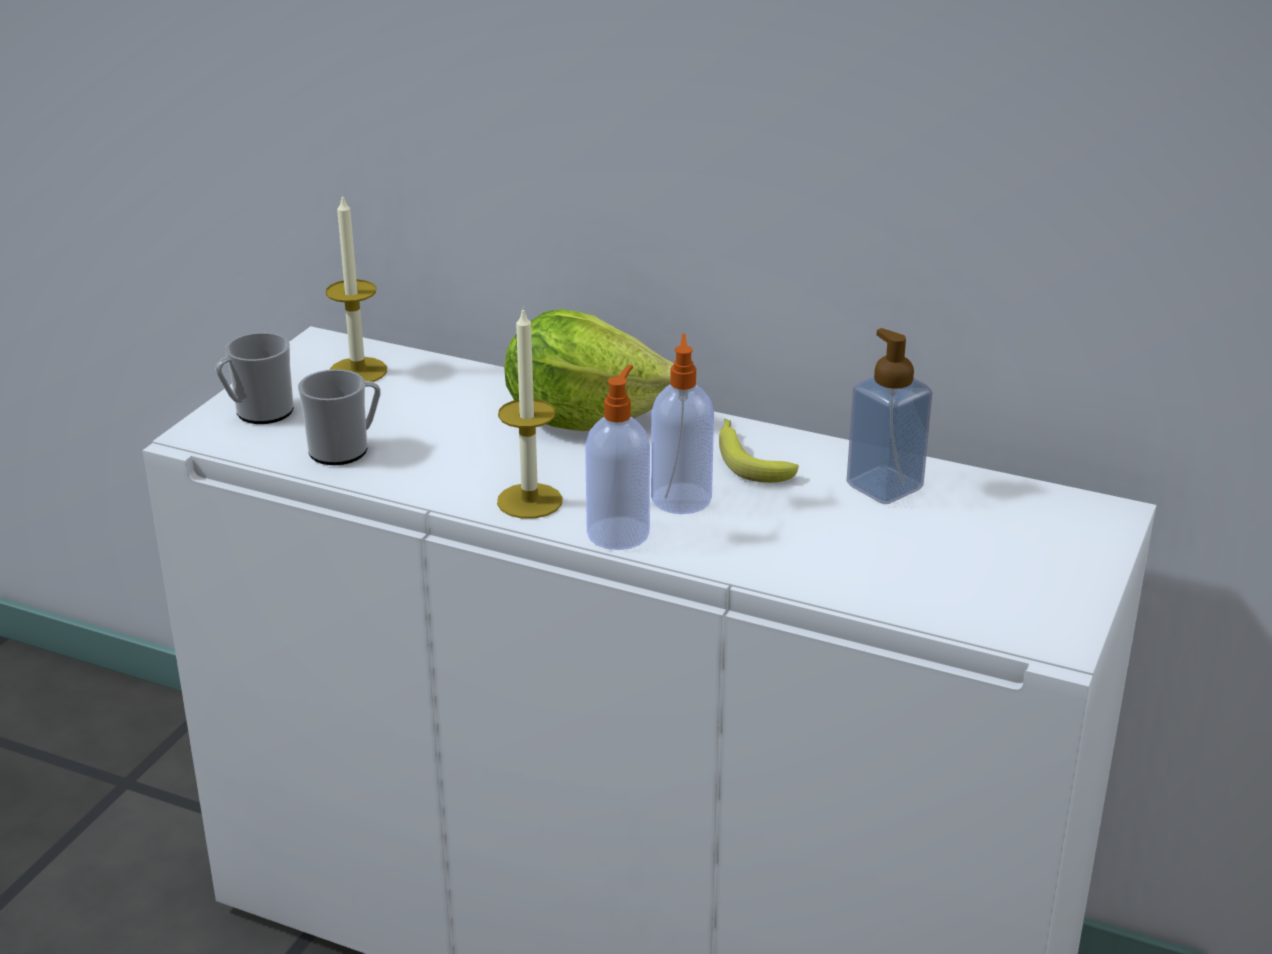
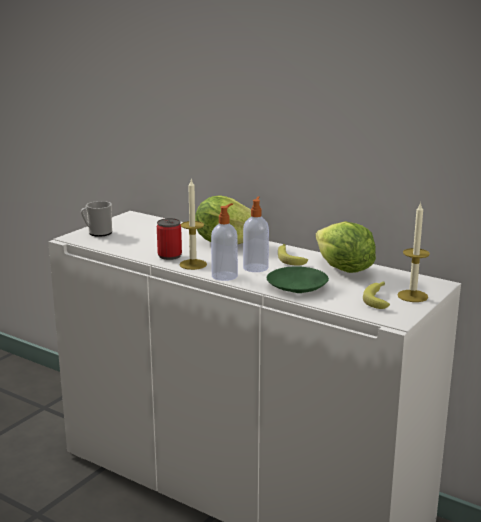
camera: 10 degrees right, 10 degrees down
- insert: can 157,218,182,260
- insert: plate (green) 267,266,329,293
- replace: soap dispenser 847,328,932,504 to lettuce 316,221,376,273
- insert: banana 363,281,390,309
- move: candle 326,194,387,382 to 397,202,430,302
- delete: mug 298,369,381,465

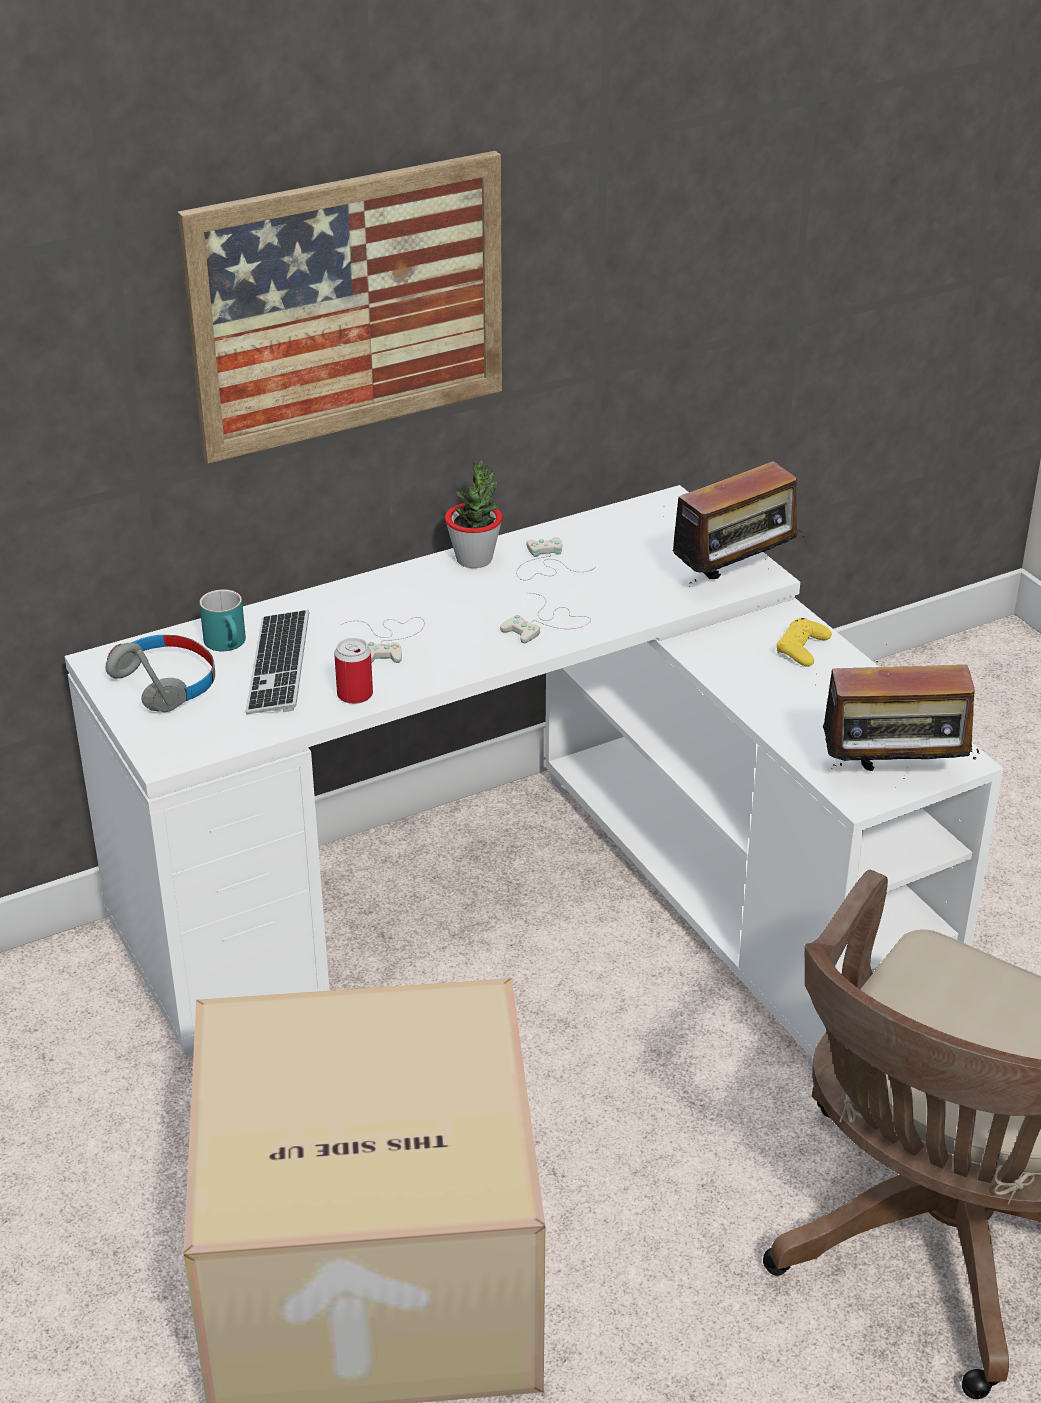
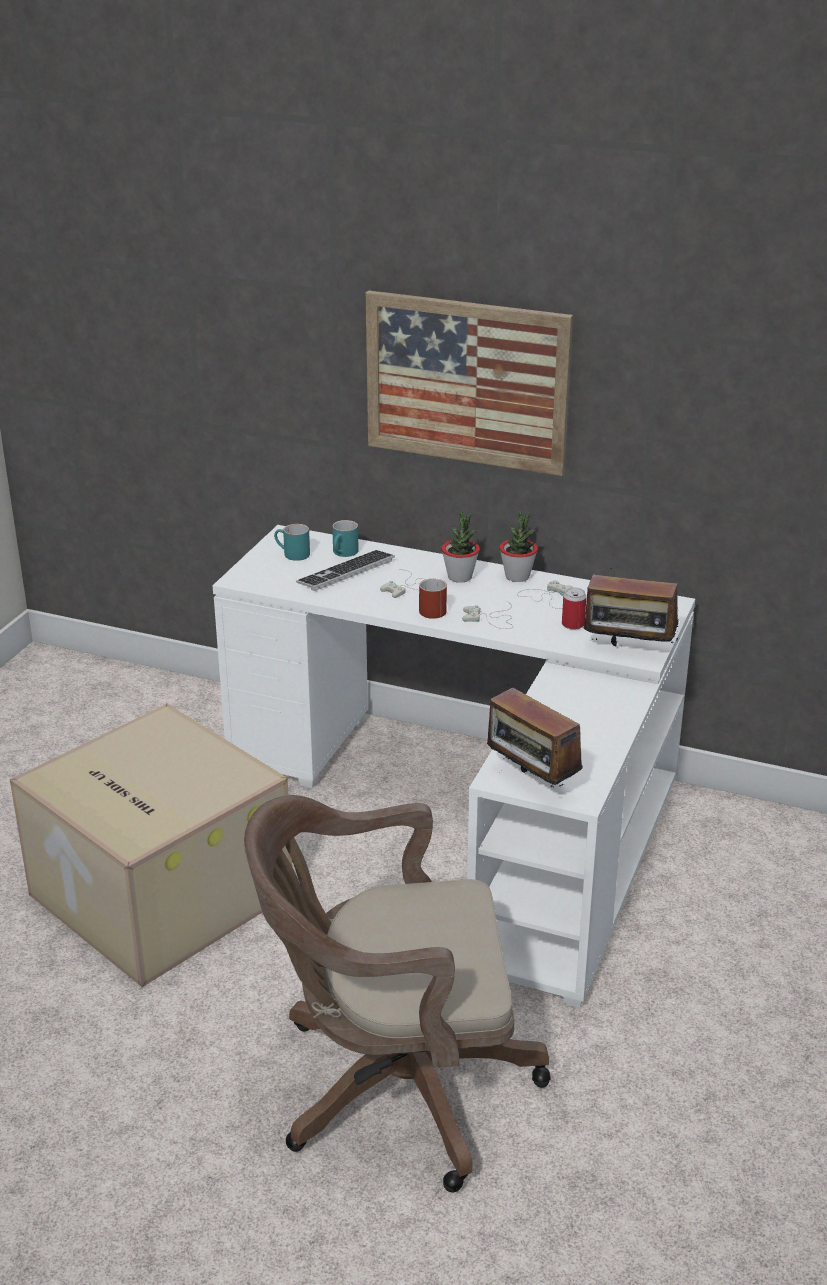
camera: 50 degrees right, 5 degrees down
- replace: headphones (grey) 105,635,215,712 to mug (turquoise) 274,524,310,561
- insert: mug (red) 419,579,447,619
- insert: potted plant 441,511,480,583
- move: can 334,638,373,704 to 562,587,587,629
- delete: game controller (yellow) 776,618,832,667

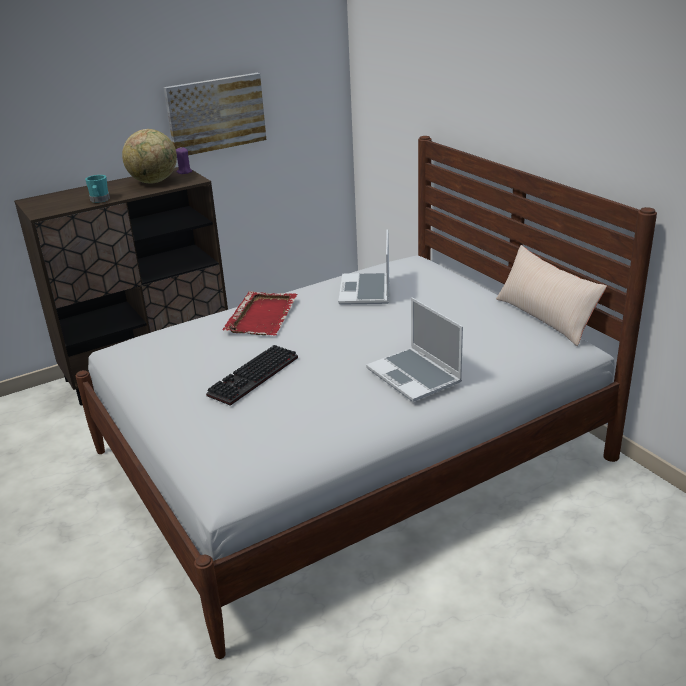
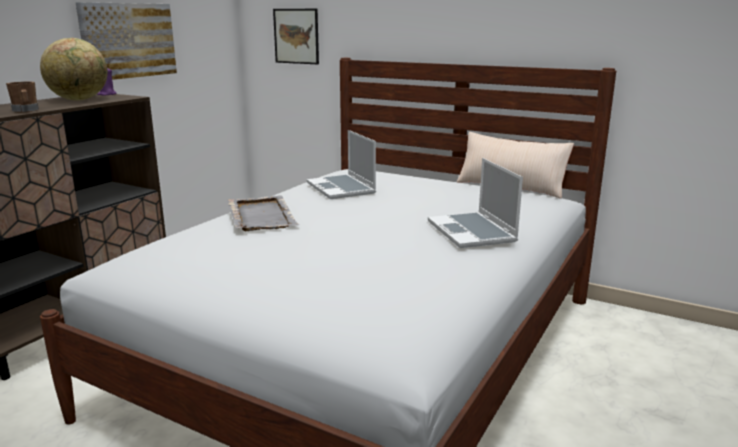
camera: 30 degrees left, 10 degrees down
- recolor: mug (turquoise) 85,175,110,203 to mug (brown) 6,82,39,112
- recolor: tray (red) 223,291,297,336 to tray (grey) 227,195,299,231
- insert: picture 273,9,319,64
- rotate: laptop 366,298,463,402 = 428,158,523,248 45 degrees clockwise
- delete: keyboard 206,345,298,406

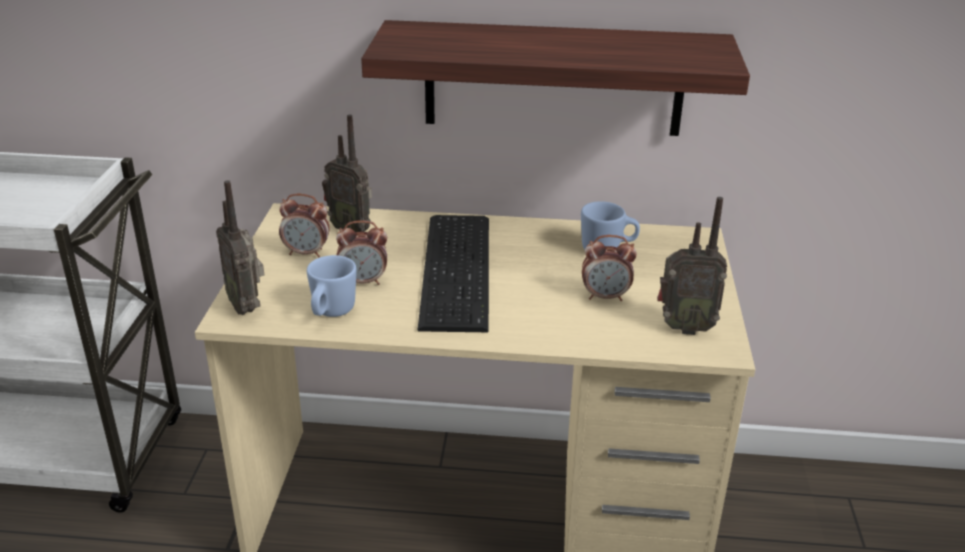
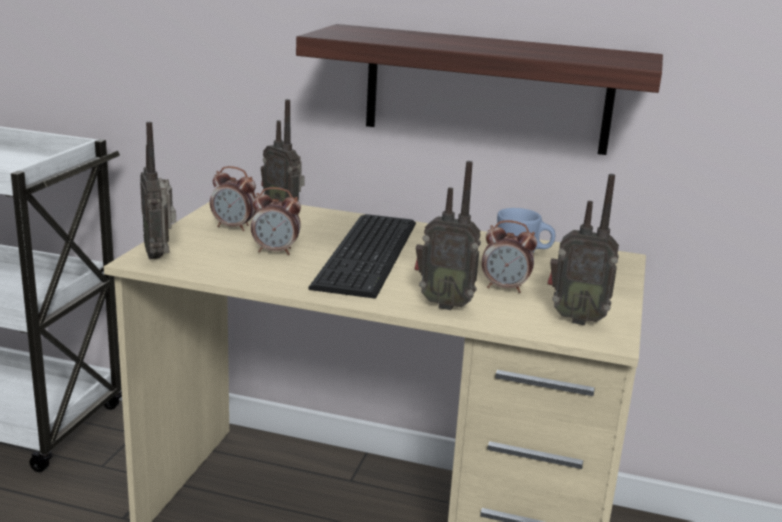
camera: 10 degrees right, 10 degrees down
- insert: radio 415,161,481,310
- delete: mug (blue) 307,255,357,317

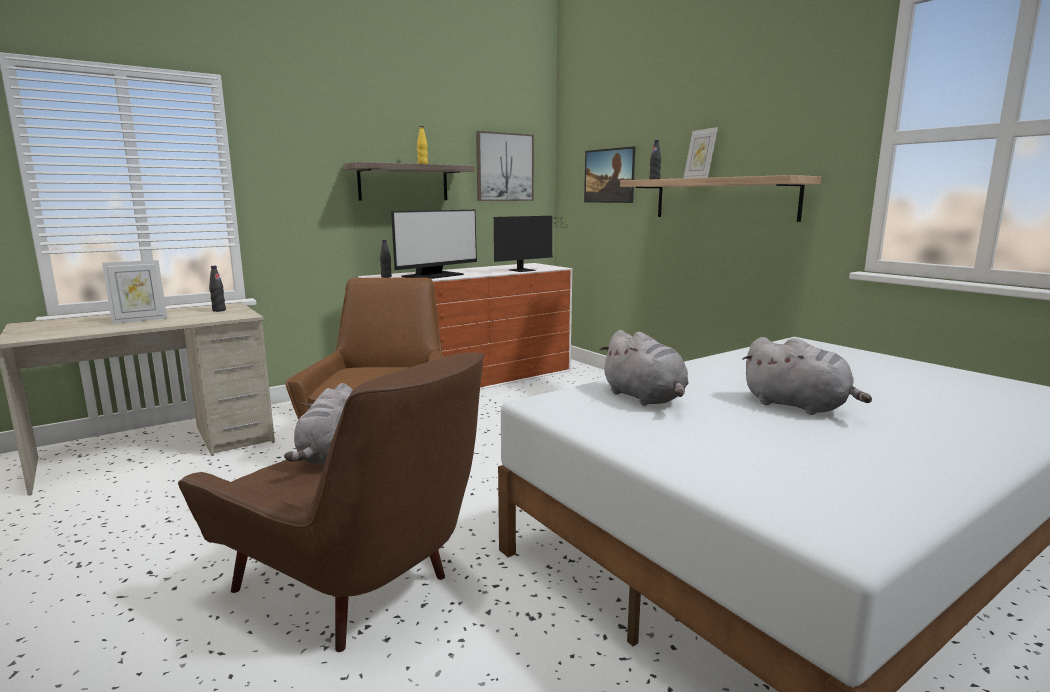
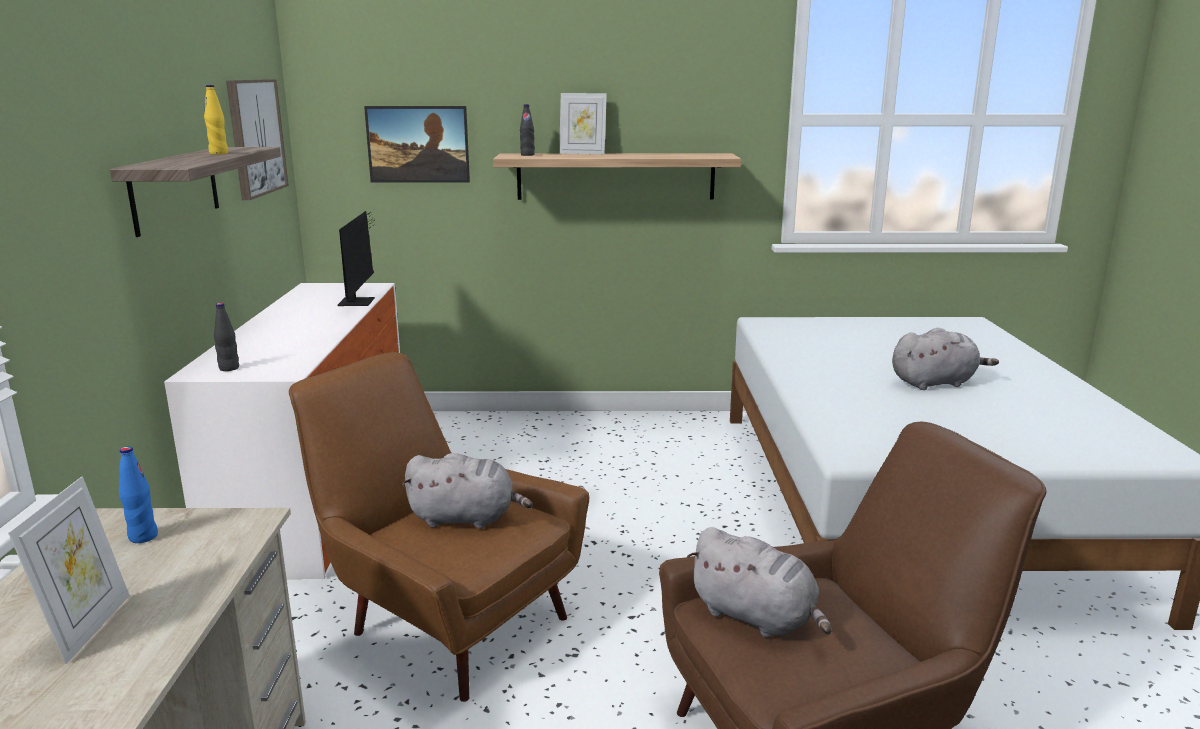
camera: 55 degrees left, 5 degrees up
- recolor: bottle (black) 209,266,226,312 to bottle (blue) 119,446,158,543
- move: plush toy (grey) 600,330,689,406 to 402,453,533,529
- delete: monitor 391,210,477,279

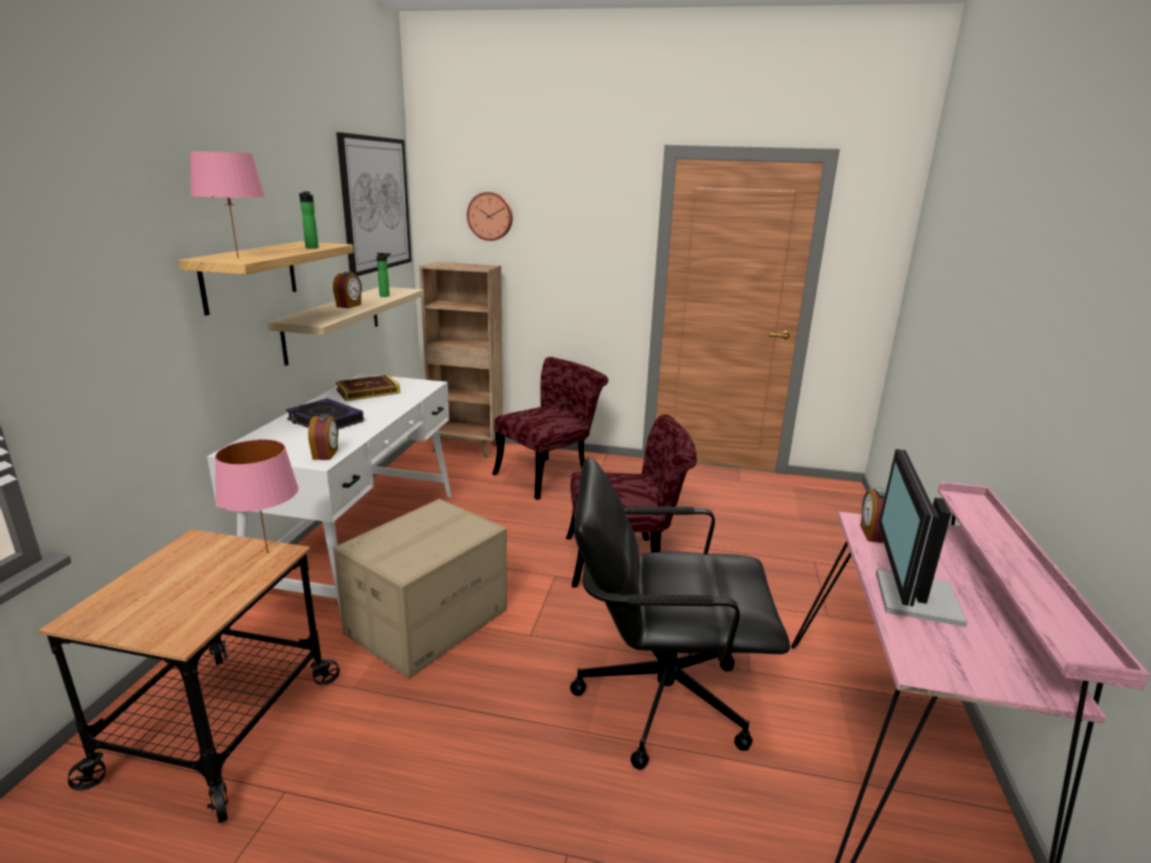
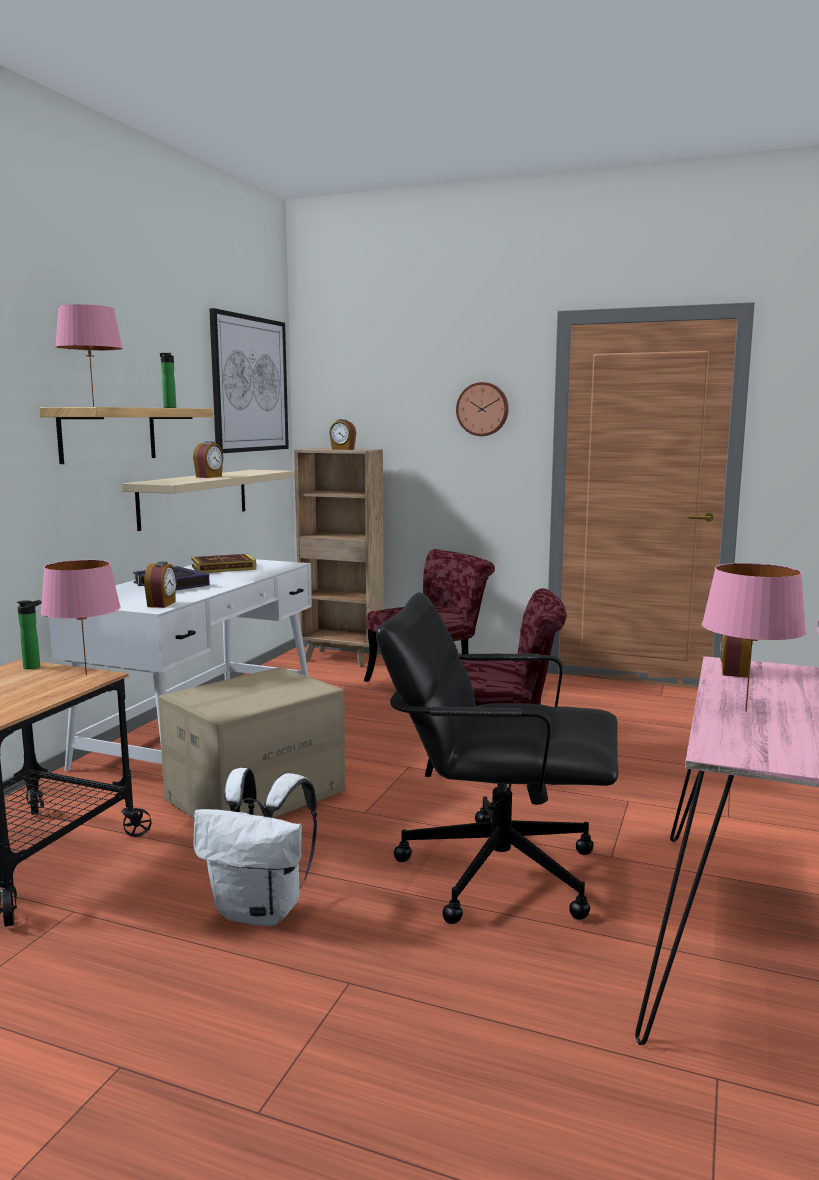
camera: 10 degrees right, 10 degrees down
- move: bottle 376,253,391,297 to 17,600,42,669
- insert: backpack (white) 194,768,317,926
- insert: alarm clock 329,419,356,450
- move: wall clock 467,192,513,241 to 456,382,509,436
- replace: monitor 876,449,967,627 to table lamp (pink) 702,563,806,712

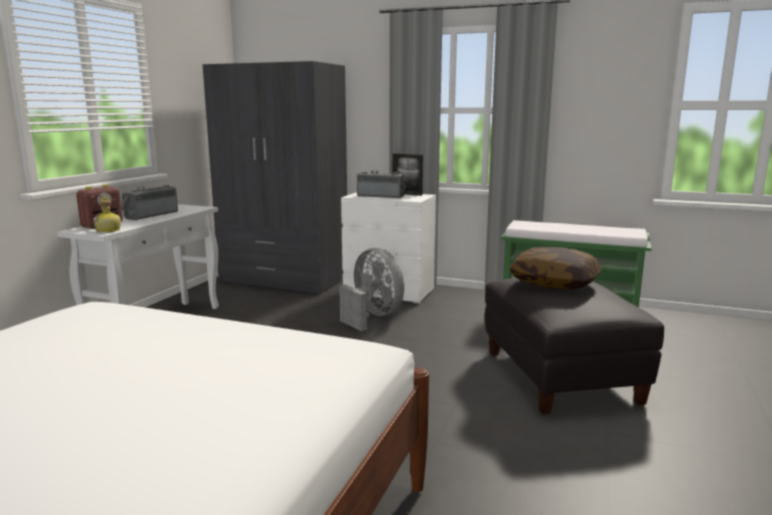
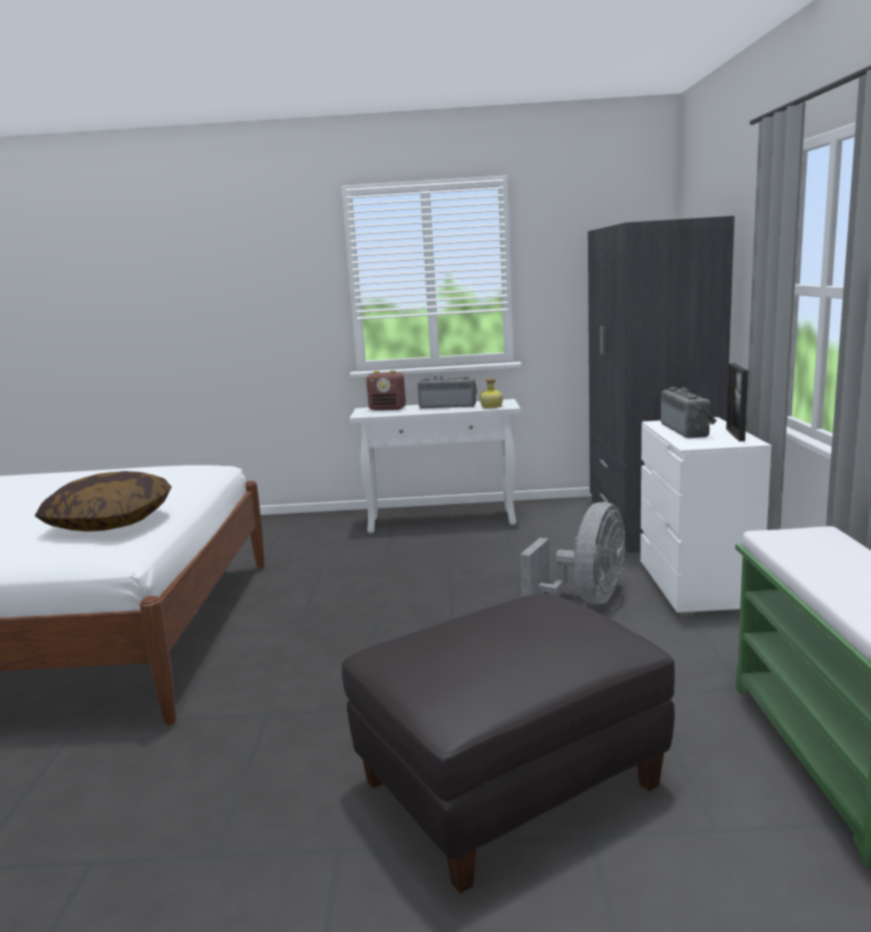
camera: 70 degrees right, 0 degrees up
- move: pillow 509,247,602,289 to 35,471,172,532
- move: bottle 93,200,121,233 to 480,378,503,408

